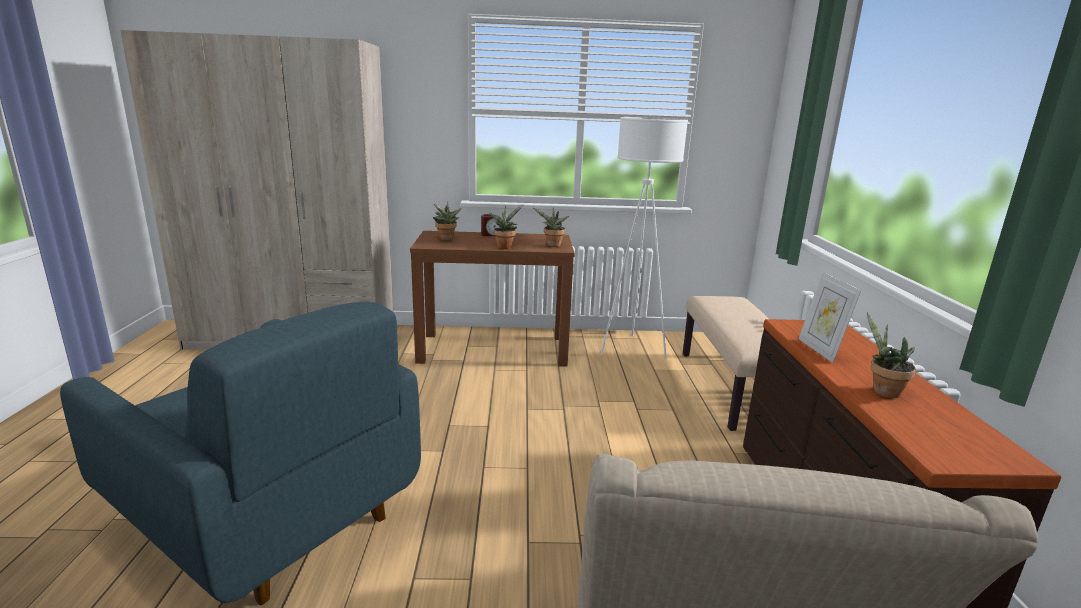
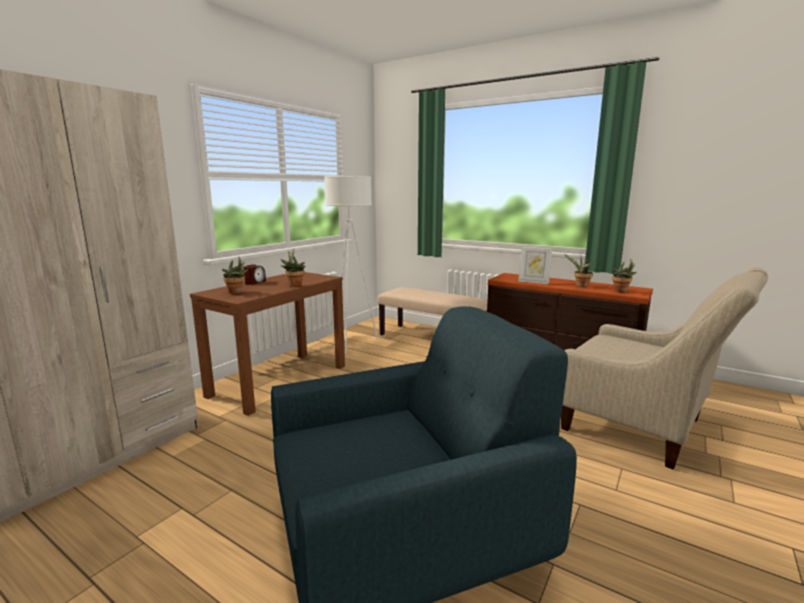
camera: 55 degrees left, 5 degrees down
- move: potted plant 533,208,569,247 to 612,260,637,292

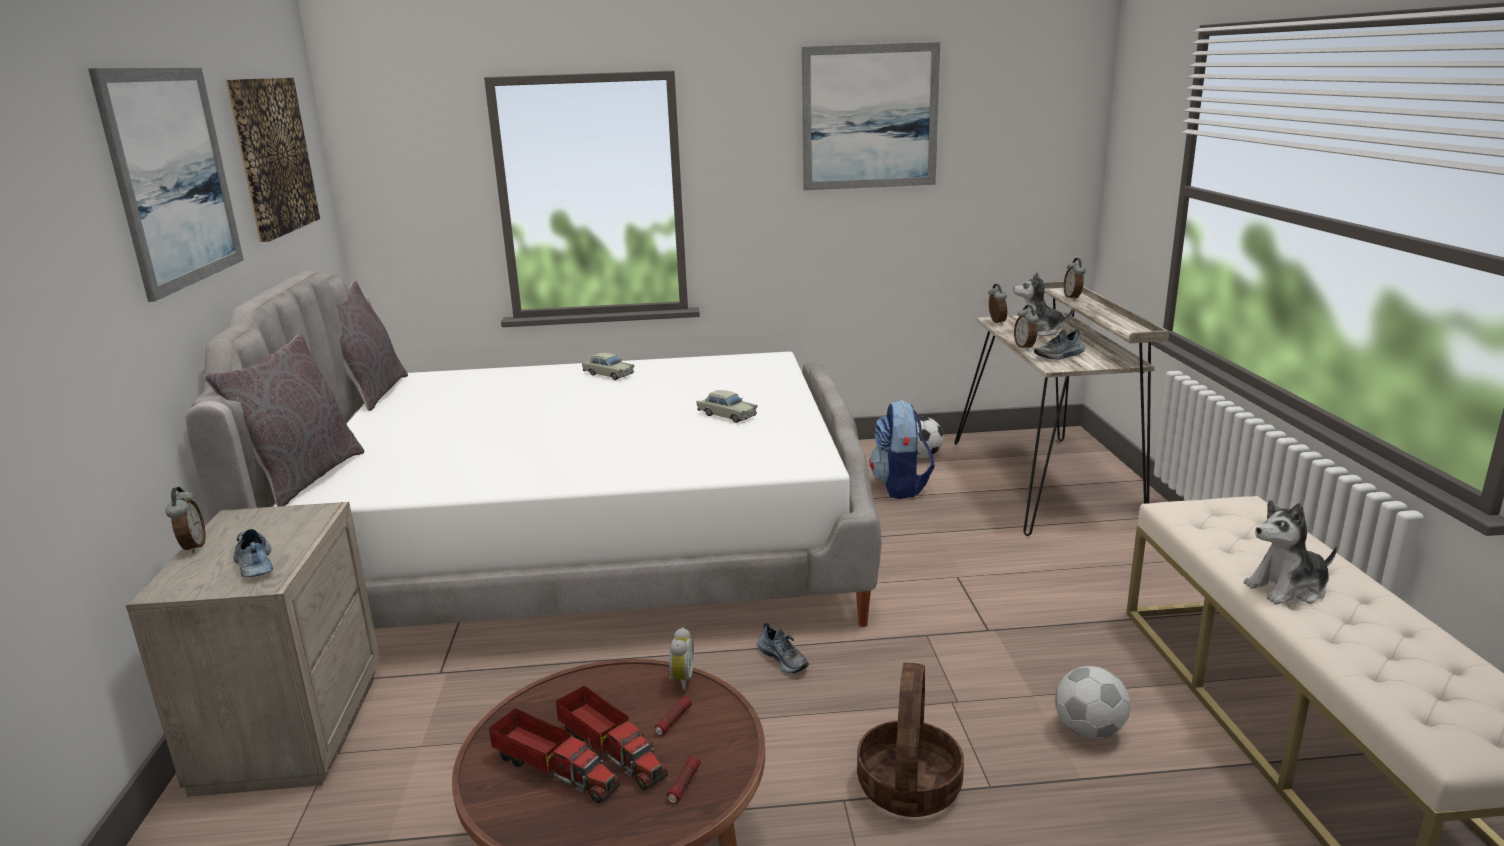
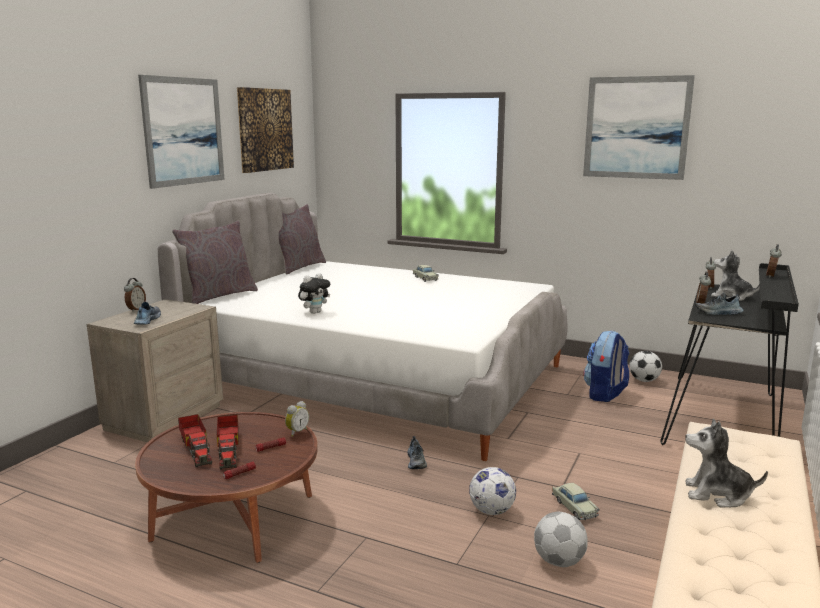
camera: 30 degrees right, 5 degrees down
- insert: plush toy 298,273,330,314
- insert: football 469,467,516,515
- move: toy car (beige) 697,390,757,423 to 552,483,600,520
- recolor: desk (beige) 954,281,1169,536 to desk (black) 660,263,799,445
- delete: basket 857,663,964,817

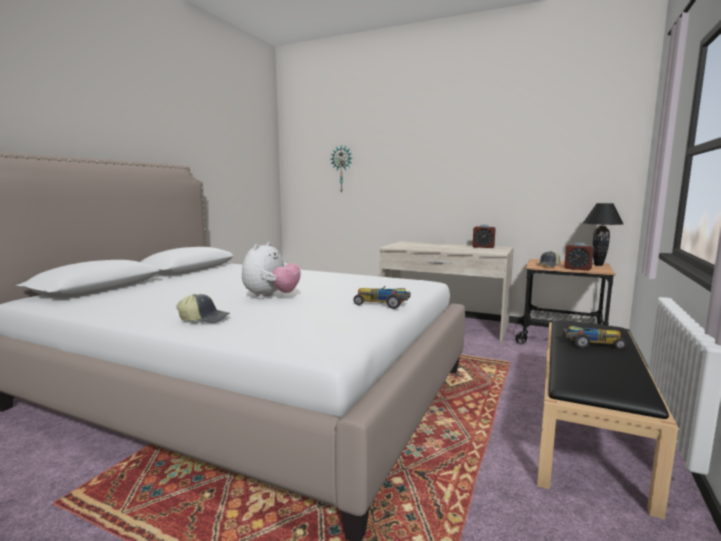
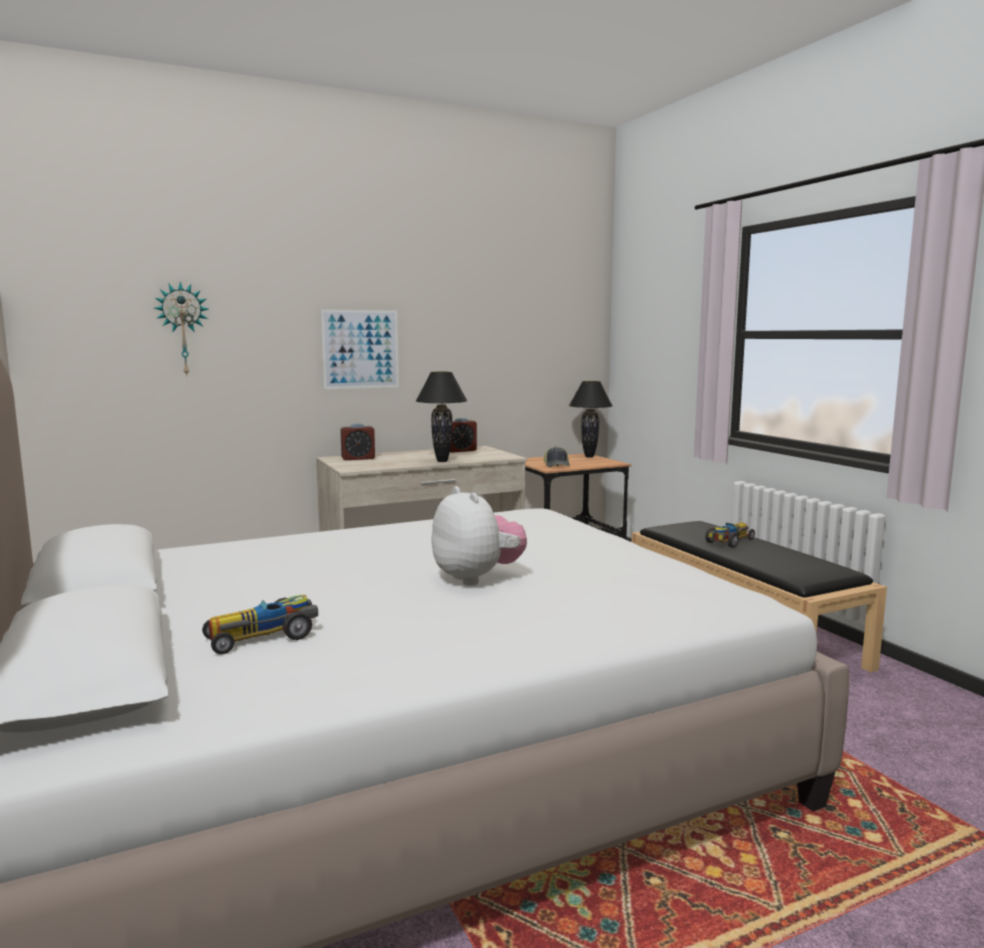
camera: 50 degrees left, 0 degrees up
- move: toy car 353,286,410,309 to 202,595,318,654
- insert: picture 321,309,399,389
- move: alarm clock 564,243,594,271 to 340,423,375,460
- insert: table lamp (black) 416,372,467,462
- delete: cap 176,294,230,323

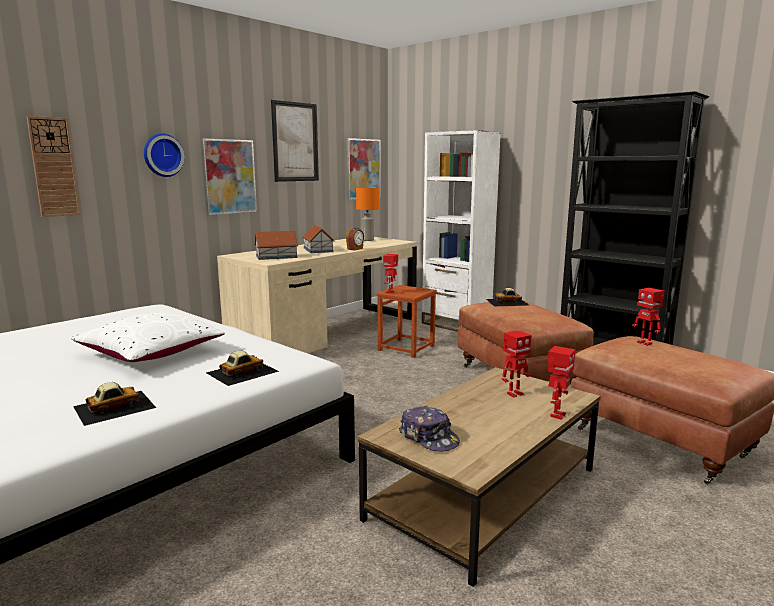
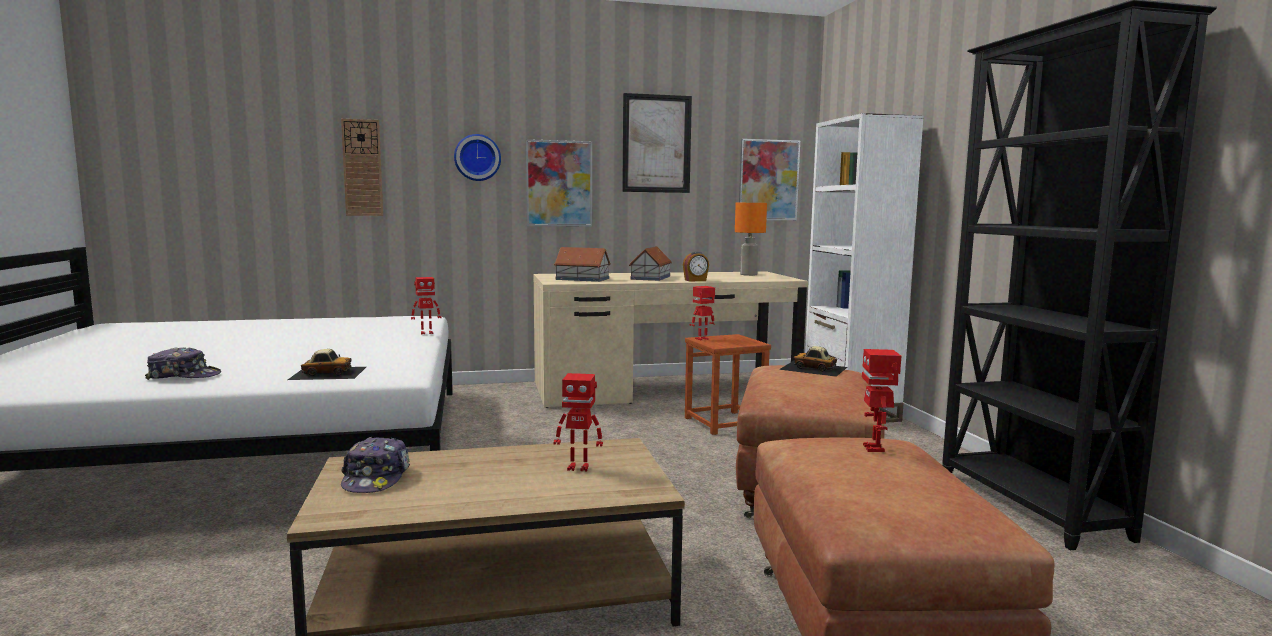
camera: 35 degrees right, 5 degrees down
- replace: toy car 73,382,156,426 to cap 145,347,221,380
- move: toy robot 548,346,575,420 to 411,277,442,335
- delete: pillow (white) 71,313,225,362

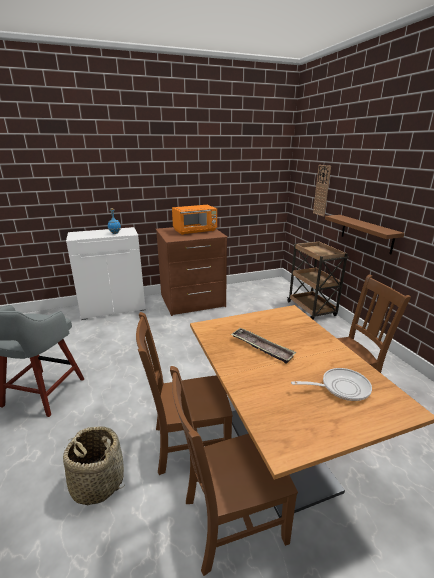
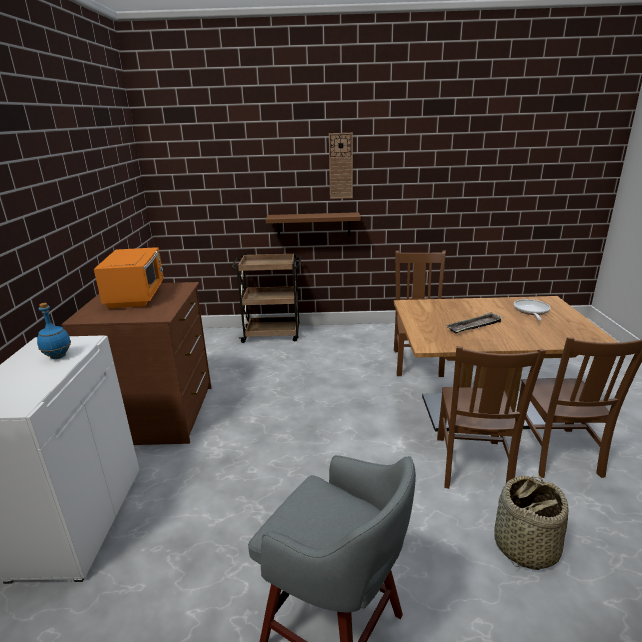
camera: 70 degrees left, 0 degrees up
- move: wall clock 313,165,331,216 to 329,133,353,199

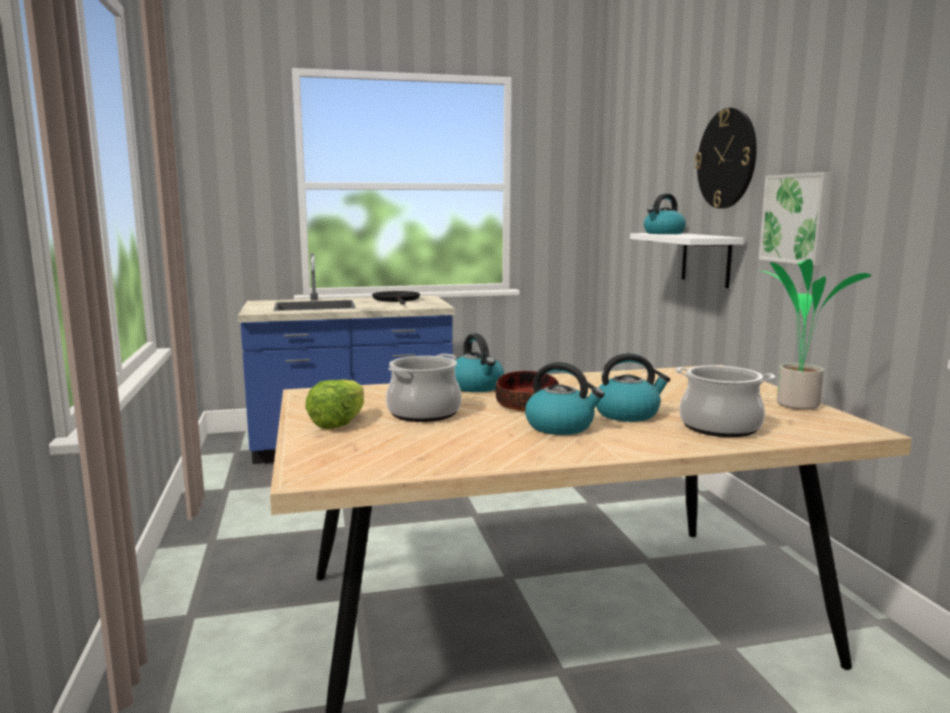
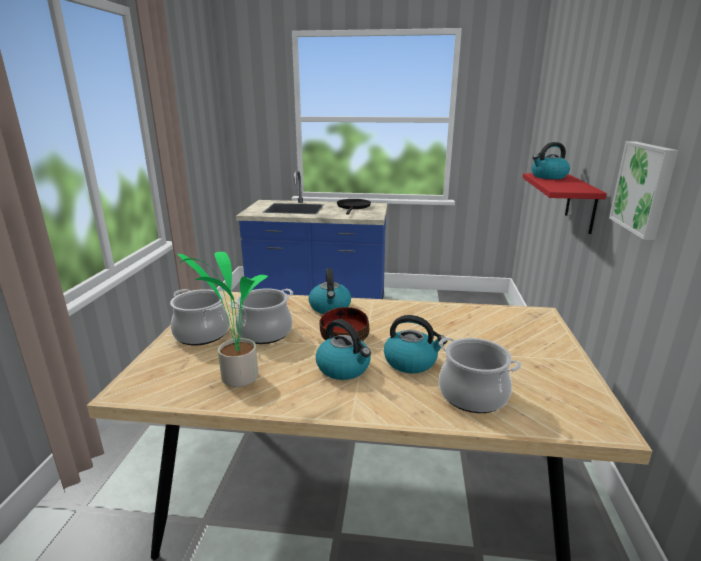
camera: 20 degrees right, 10 degrees up
- replace: lettuce 305,379,364,429 to cooking pot 170,289,230,345
- move: potted plant 757,259,872,410 to 177,252,268,387
- recolor: shelf (white) 630,233,744,288 to shelf (red) 523,173,607,234
- delete: wall clock 695,108,757,209

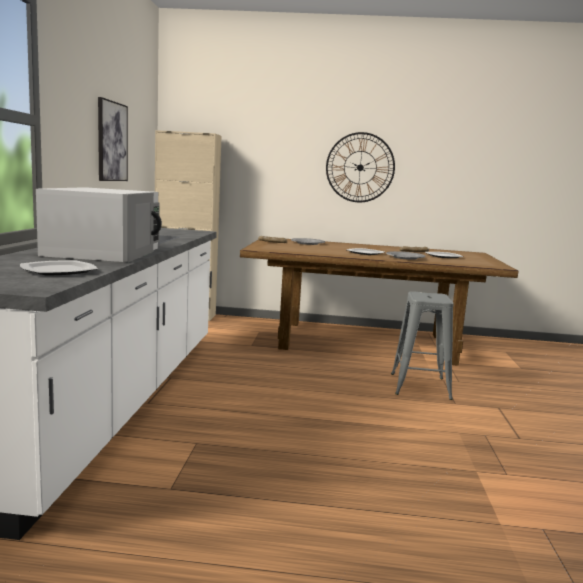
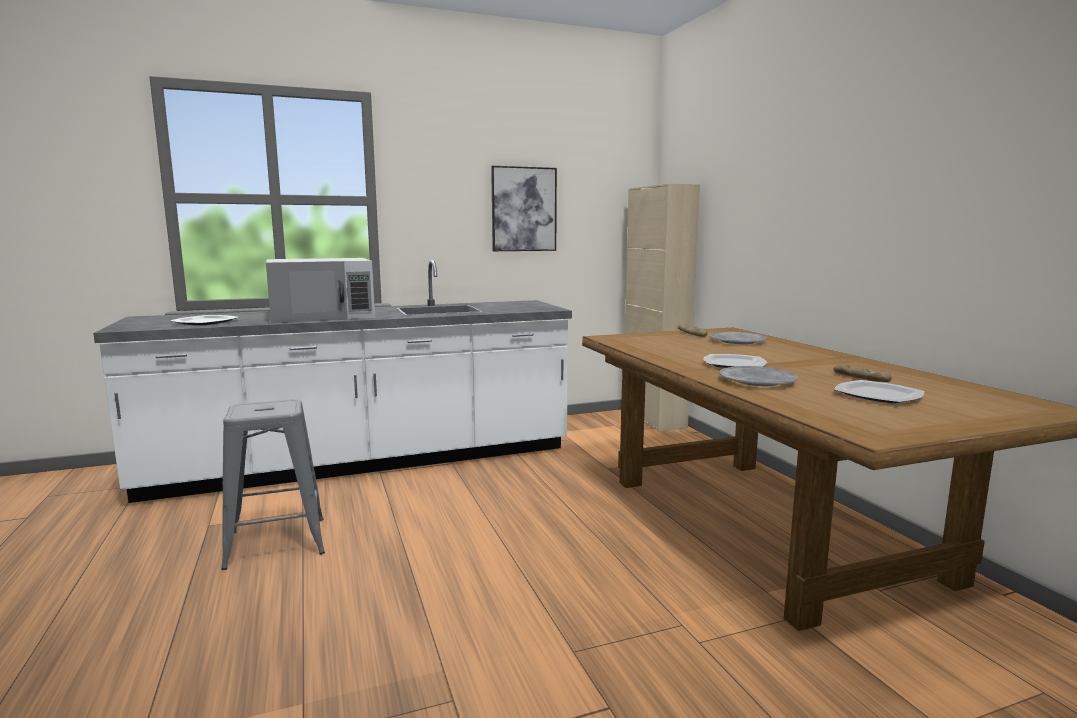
camera: 65 degrees right, 0 degrees up
- move: stool (grey) 391,291,454,400 to 221,399,325,570
- delete: wall clock 326,132,395,202

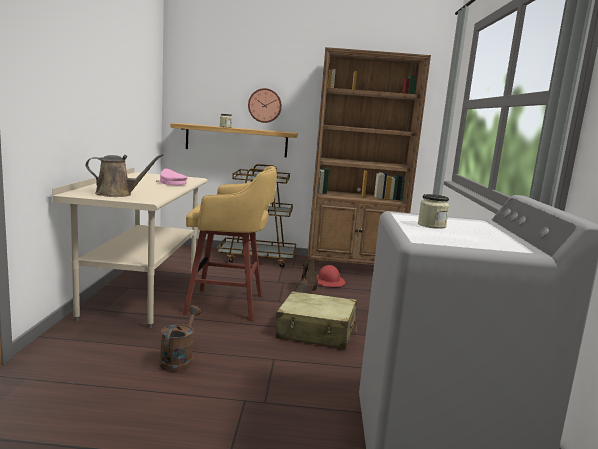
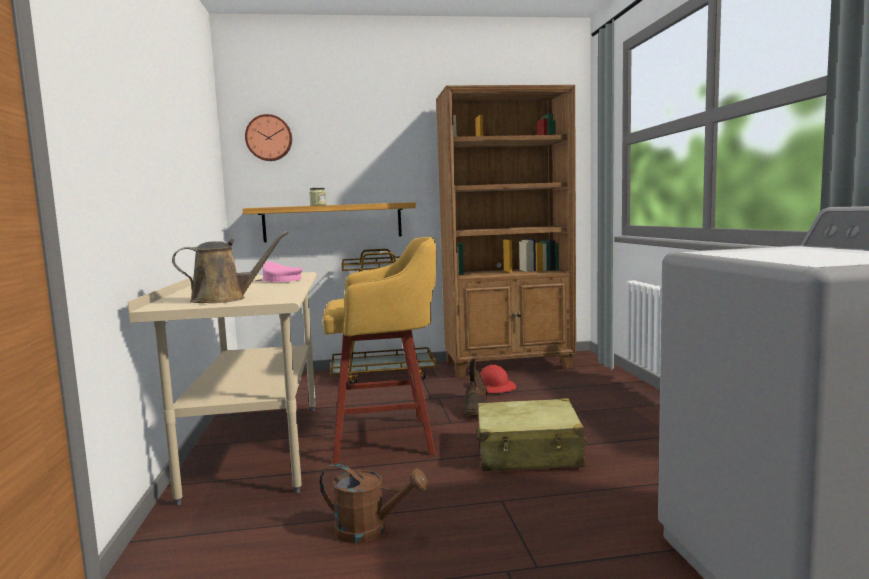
camera: 10 degrees left, 5 degrees down
- move: wall clock 248,88,282,123 to 245,114,292,161
- rotate: watering can (brown) 159,306,201,372 = 320,463,428,543 105 degrees clockwise
- delete: jar 418,194,449,229

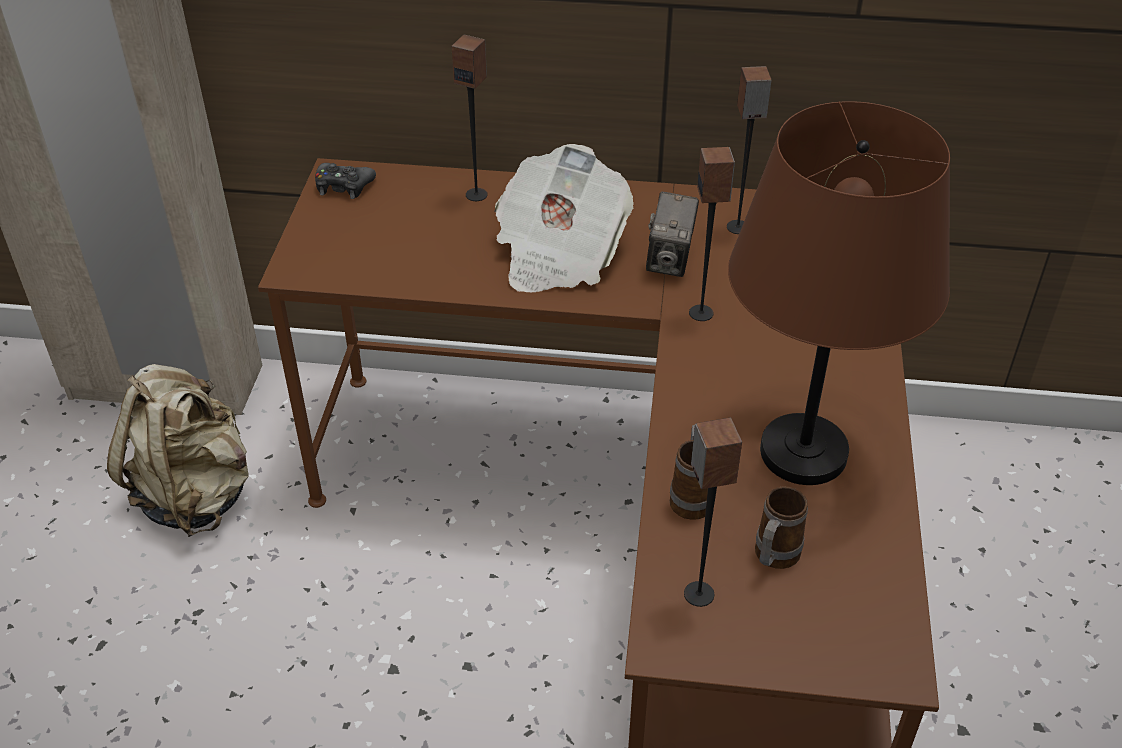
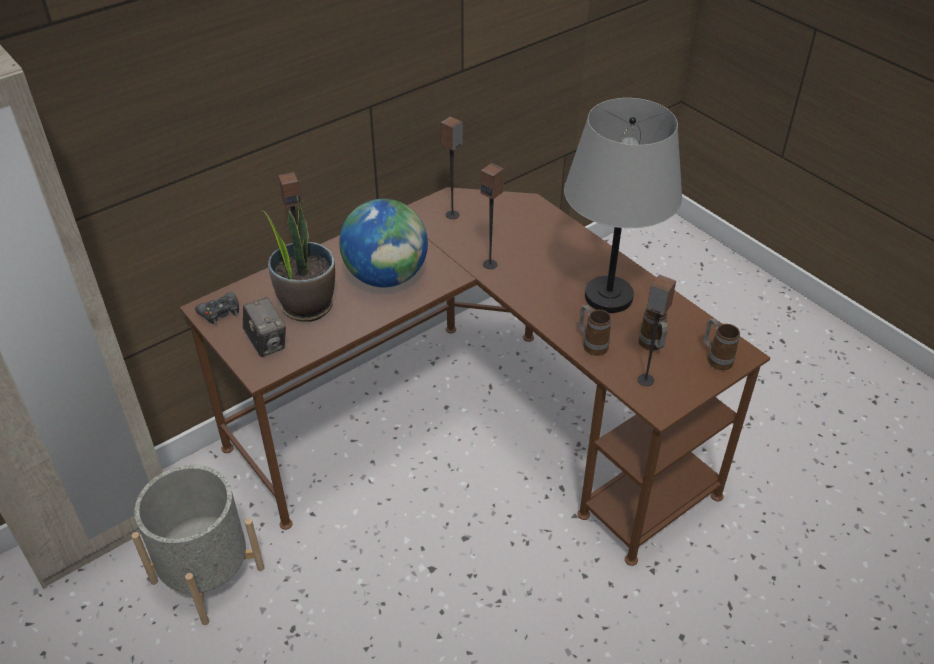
camera: 45 degrees left, 0 degrees up
- replace: backpack (beige) 107,364,249,537 to planter (grey) 131,465,264,625
- move: photo camera 646,192,699,277 to 243,297,286,357
- insert: potted plant 261,196,335,322
- replace: newspaper 494,144,634,293 to globe 339,199,428,287
- recolor: table lamp (brown) 728,101,950,485 to table lamp (grey) 564,98,682,313
- insert: mug 704,319,740,370

